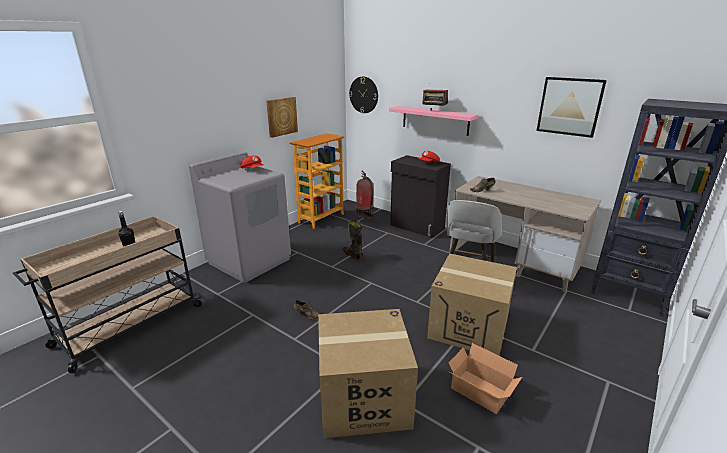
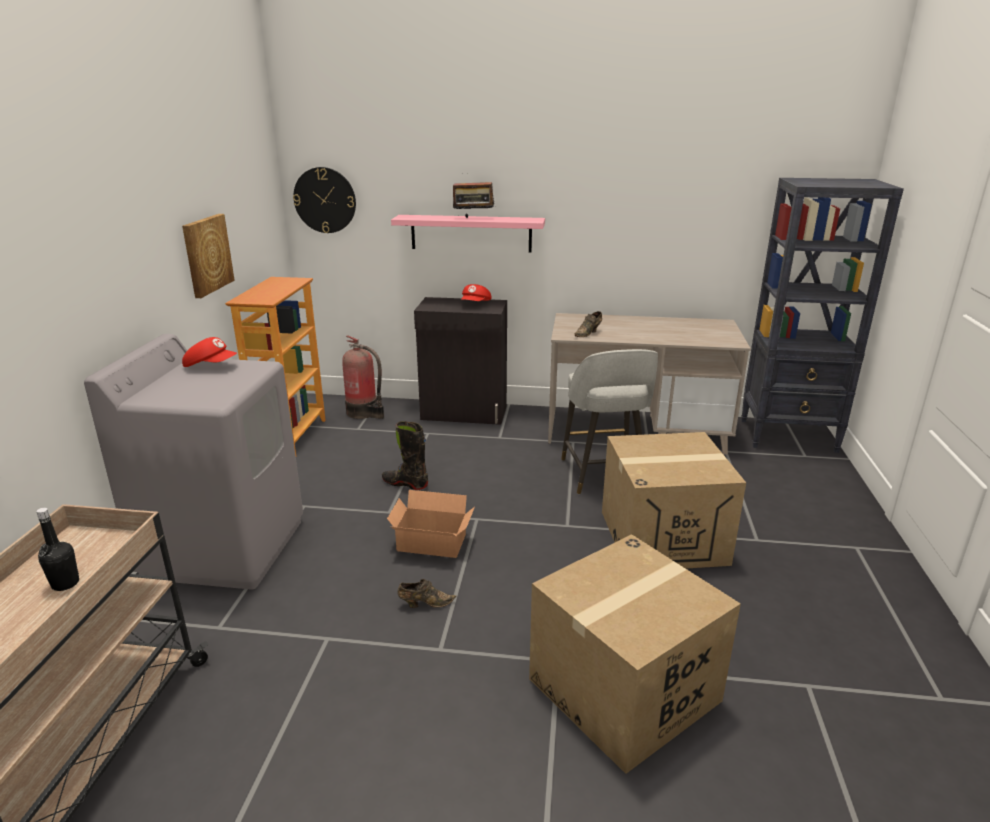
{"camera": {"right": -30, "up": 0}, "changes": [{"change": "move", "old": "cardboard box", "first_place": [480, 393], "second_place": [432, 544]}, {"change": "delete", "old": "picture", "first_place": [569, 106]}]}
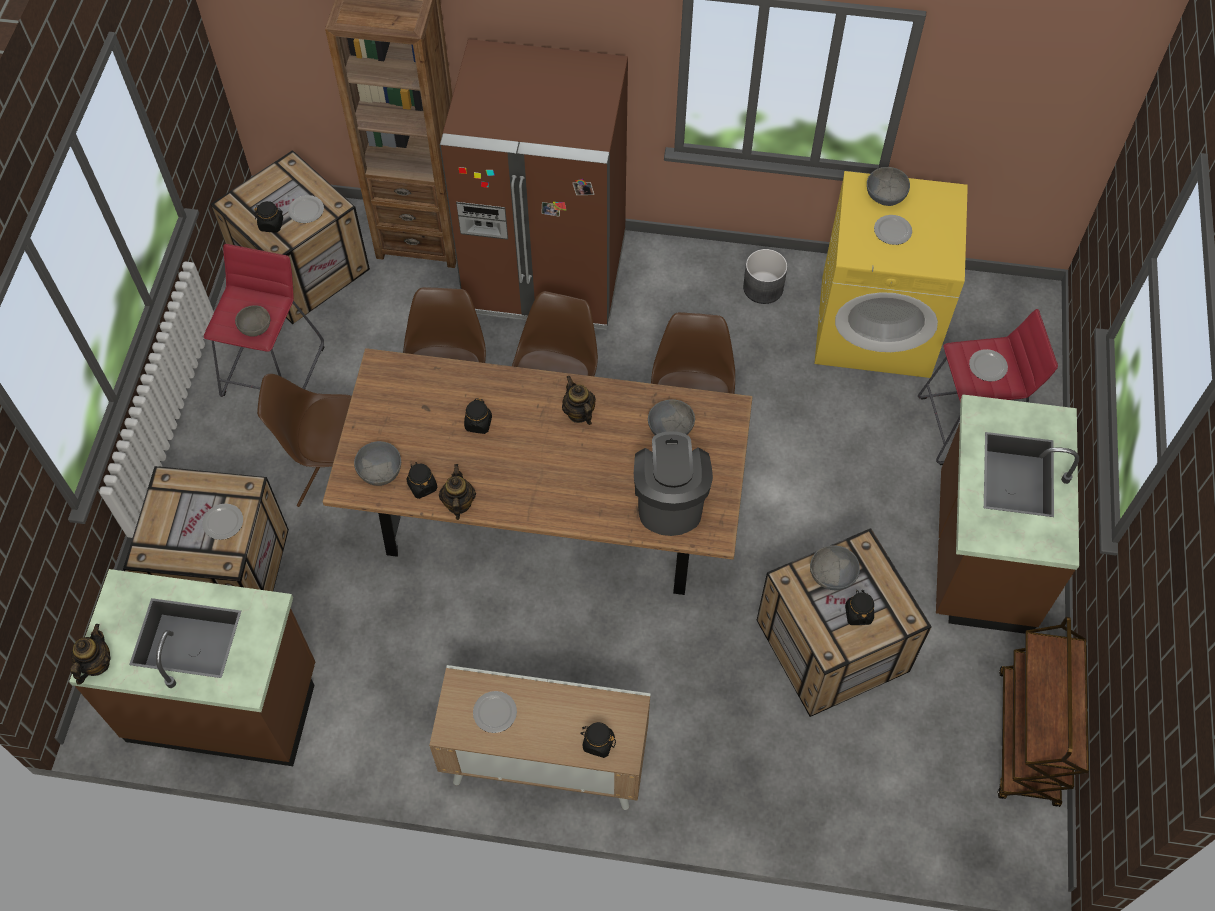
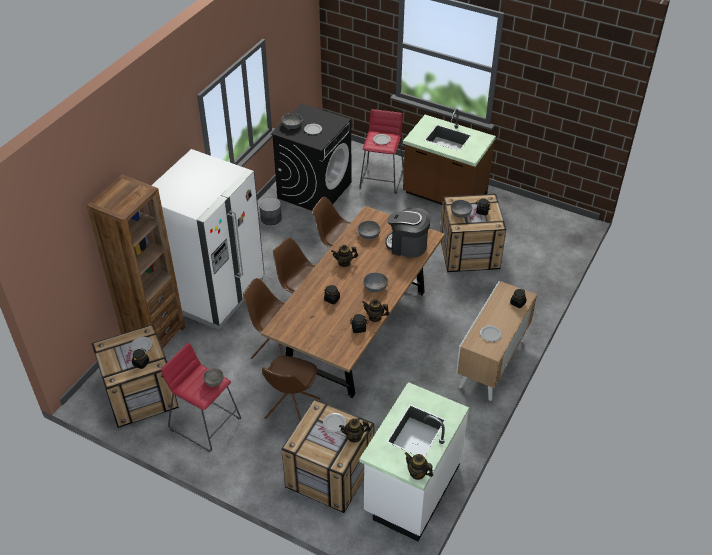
{"camera": {"right": -70, "up": -15}, "changes": [{"change": "recolor", "old": "fridge/brown", "new": "fridge/white", "first_place": [546, 275], "second_place": [214, 292]}, {"change": "recolor", "old": "washing machine/yellow", "new": "washing machine/black", "first_place": [876, 326], "second_place": [314, 190]}, {"change": "insert", "new": "teapot", "second_place": [354, 436]}, {"change": "recolor", "old": "counter/brown", "new": "counter/white", "first_place": [224, 702], "second_place": [411, 489]}, {"change": "move", "old": "bowl/grey", "first_place": [380, 470], "second_place": [375, 287]}, {"change": "delete", "old": "cart/brown", "first_place": [1028, 738]}]}
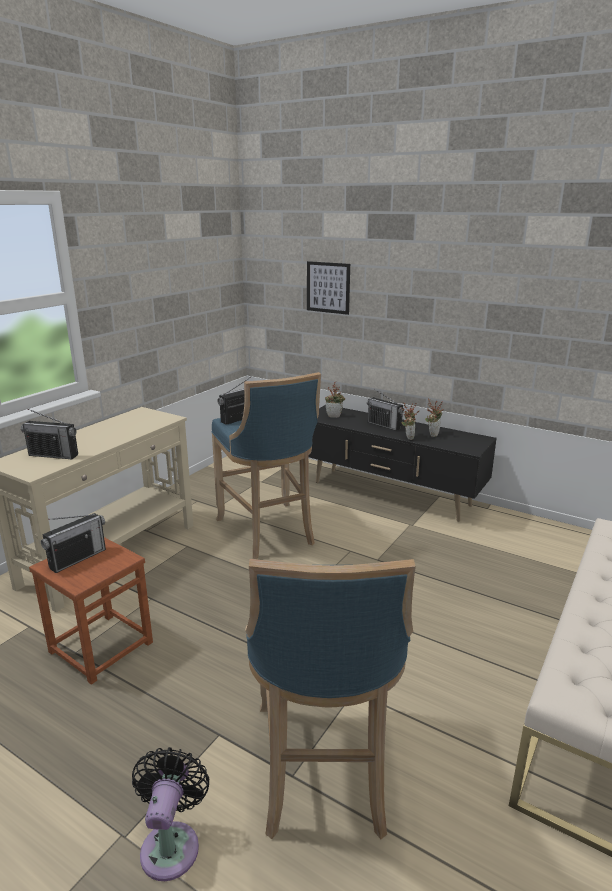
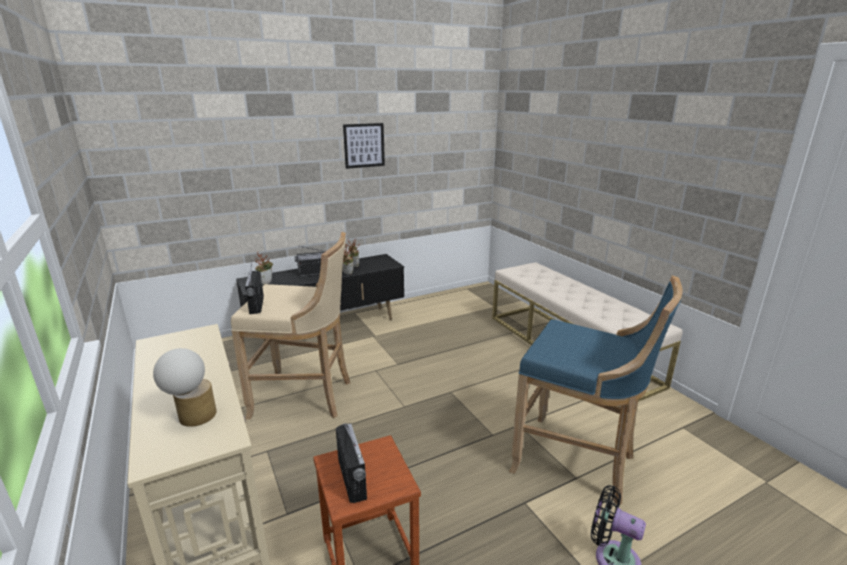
{"camera": {"right": -60, "up": 0}, "changes": [{"change": "replace", "old": "radio", "new": "table lamp", "first_place": [53, 455], "second_place": [192, 417]}, {"change": "recolor", "old": "stool/blue", "new": "stool/beige", "first_place": [269, 532], "second_place": [305, 397]}, {"change": "move", "old": "picture", "first_place": [328, 287], "second_place": [364, 145]}]}
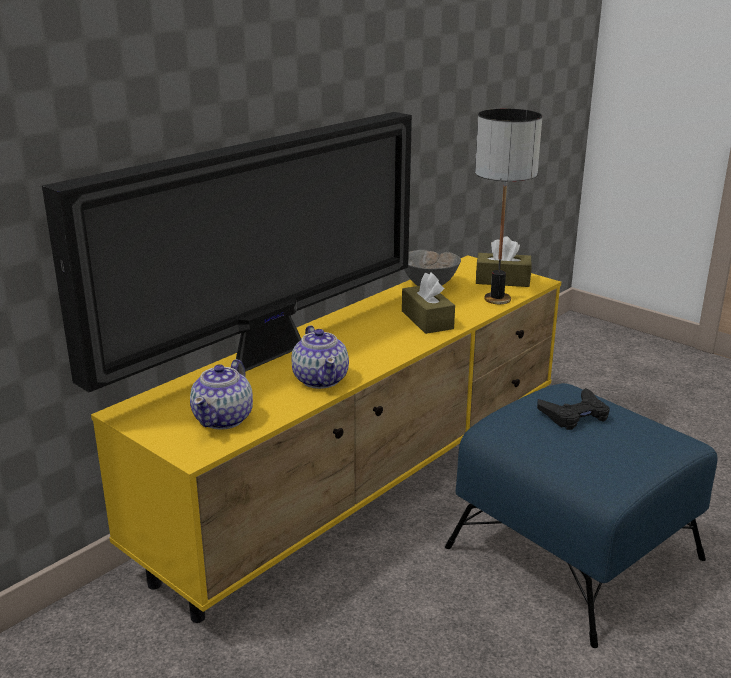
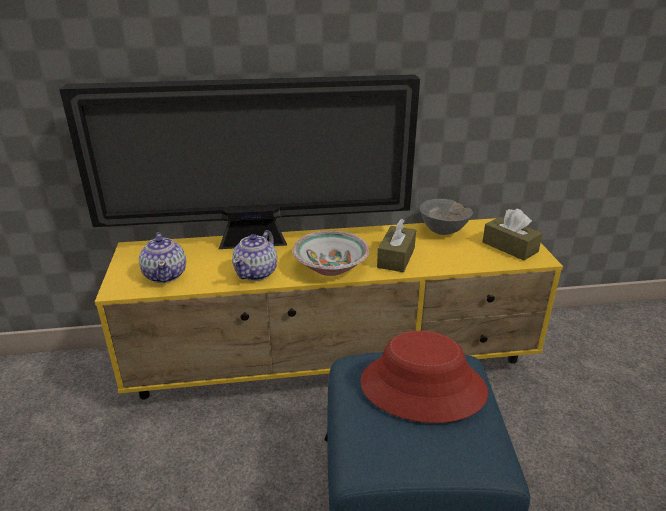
{"camera": {"right": 40, "up": 5}, "changes": [{"change": "rotate", "old": "teapot", "first_place": [224, 419], "second_place": [165, 275], "degrees": -75}, {"change": "insert", "new": "bowl", "second_place": [330, 266]}, {"change": "replace", "old": "game controller/black", "new": "hat/red", "first_place": [574, 415], "second_place": [422, 387]}, {"change": "delete", "old": "table lamp", "first_place": [497, 299]}]}
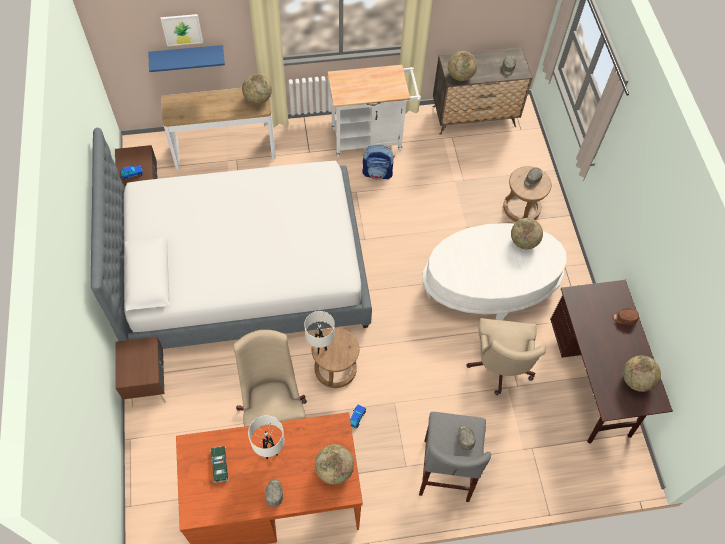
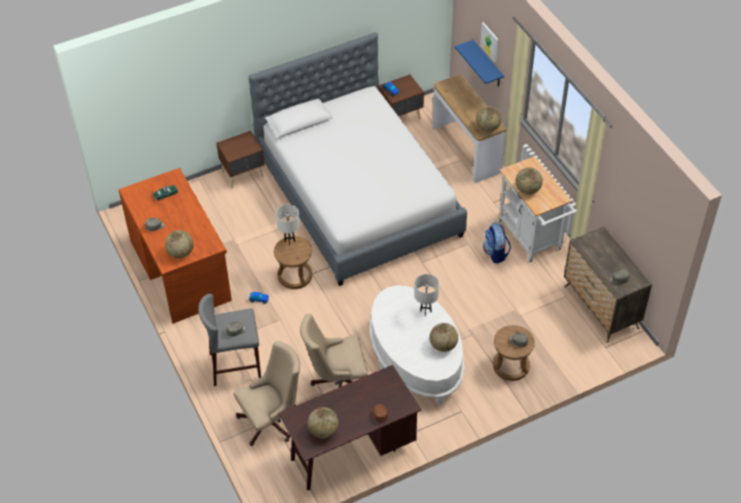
{"camera": {"right": 75, "up": -10}, "changes": [{"change": "move", "old": "office chair/beige", "first_place": [273, 410], "second_place": [272, 421]}, {"change": "move", "old": "table lamp/white", "first_place": [270, 452], "second_place": [425, 311]}, {"change": "move", "old": "globe", "first_place": [460, 76], "second_place": [527, 190]}]}
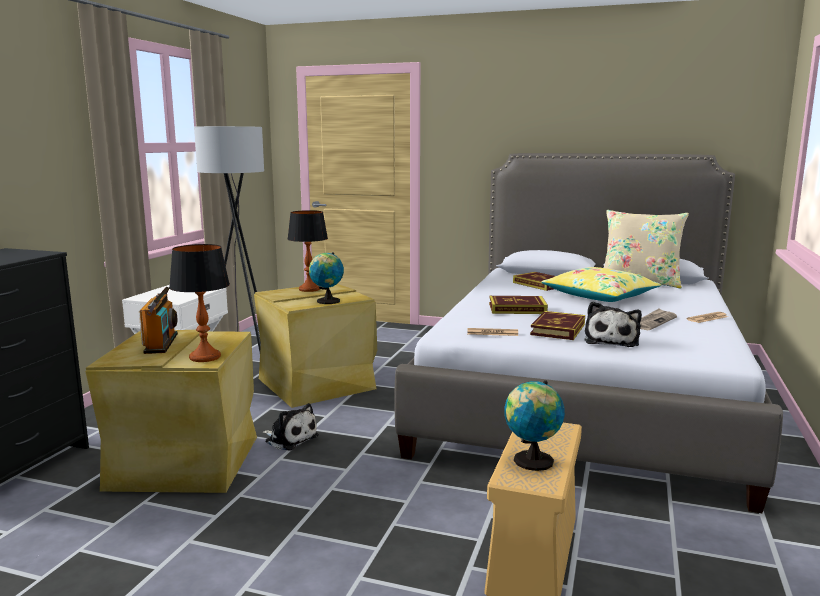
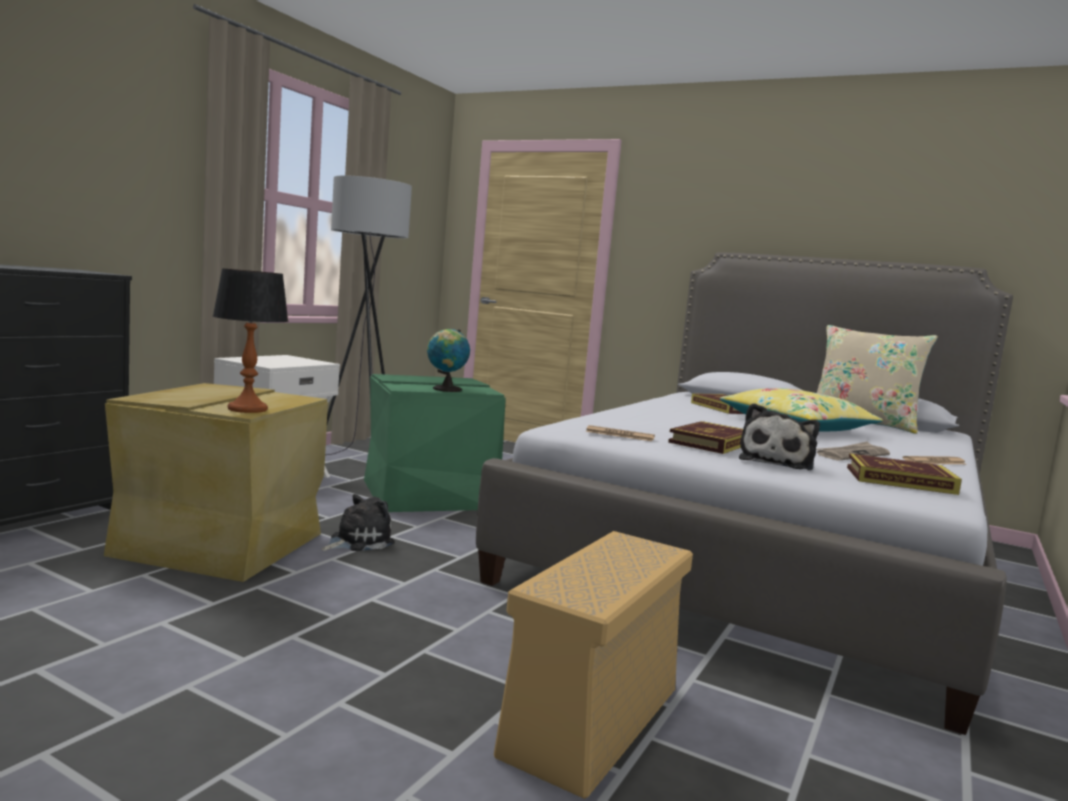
{"camera": {"right": 10, "up": -5}, "changes": [{"change": "rotate", "old": "plush toy", "first_place": [290, 438], "second_place": [358, 541], "degrees": -90}, {"change": "recolor", "old": "storage box/beige", "new": "storage box/green", "first_place": [318, 384], "second_place": [429, 494]}, {"change": "move", "old": "book", "first_place": [517, 309], "second_place": [900, 480]}, {"change": "delete", "old": "radio", "first_place": [161, 343]}, {"change": "delete", "old": "table lamp", "first_place": [309, 289]}, {"change": "delete", "old": "globe", "first_place": [531, 462]}]}
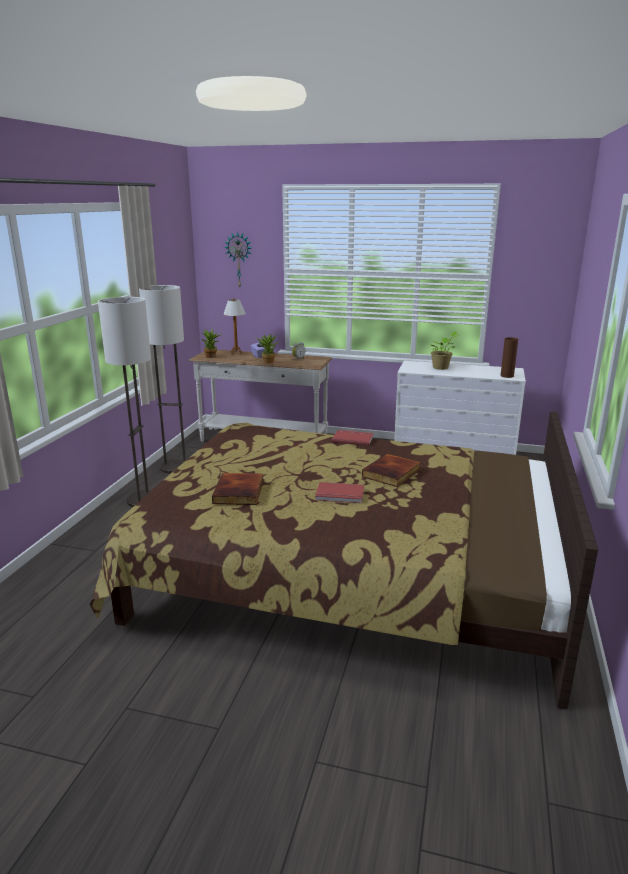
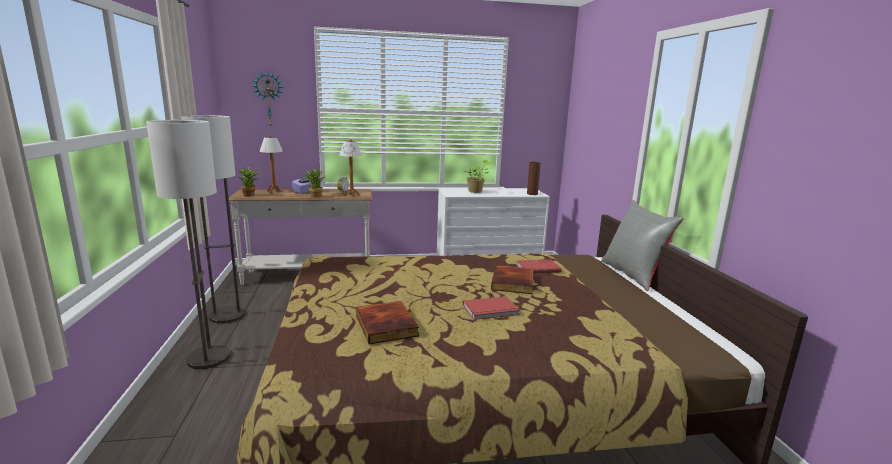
{"camera": {"right": -25, "up": -5}, "changes": [{"change": "insert", "new": "table lamp", "second_place": [352, 195]}, {"change": "move", "old": "book/red", "first_place": [352, 439], "second_place": [537, 268]}, {"change": "insert", "new": "pillow/grey", "second_place": [633, 275]}]}
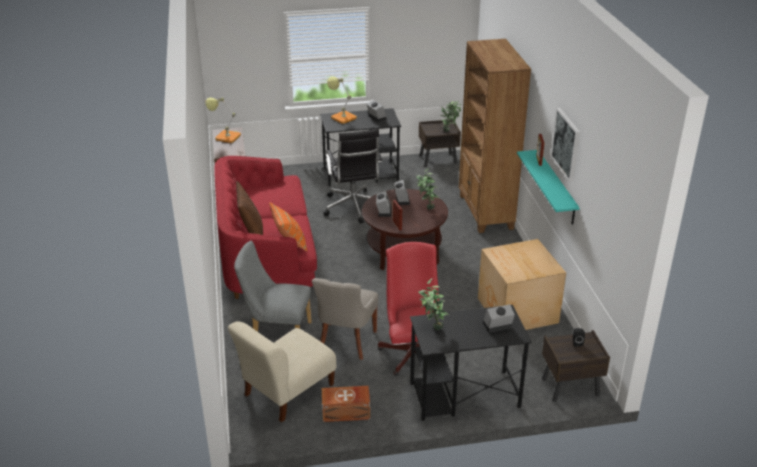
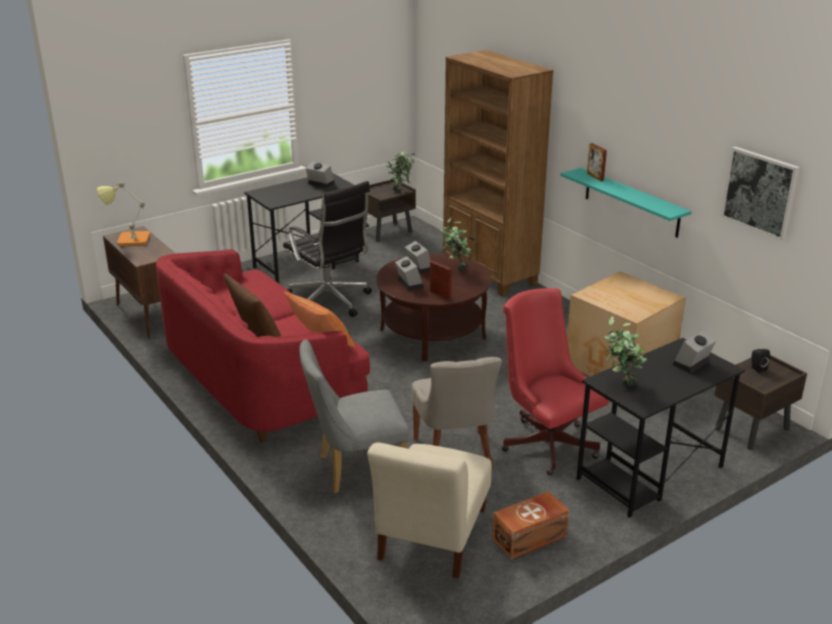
{"camera": {"right": -25, "up": -5}, "changes": [{"change": "move", "old": "picture", "first_place": [566, 144], "second_place": [760, 192]}, {"change": "delete", "old": "table lamp", "first_place": [341, 117]}]}
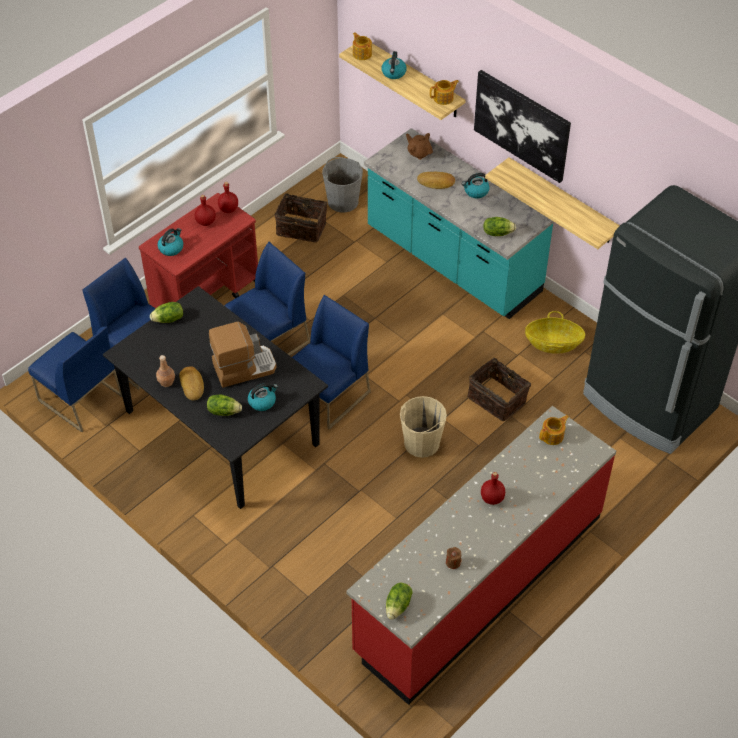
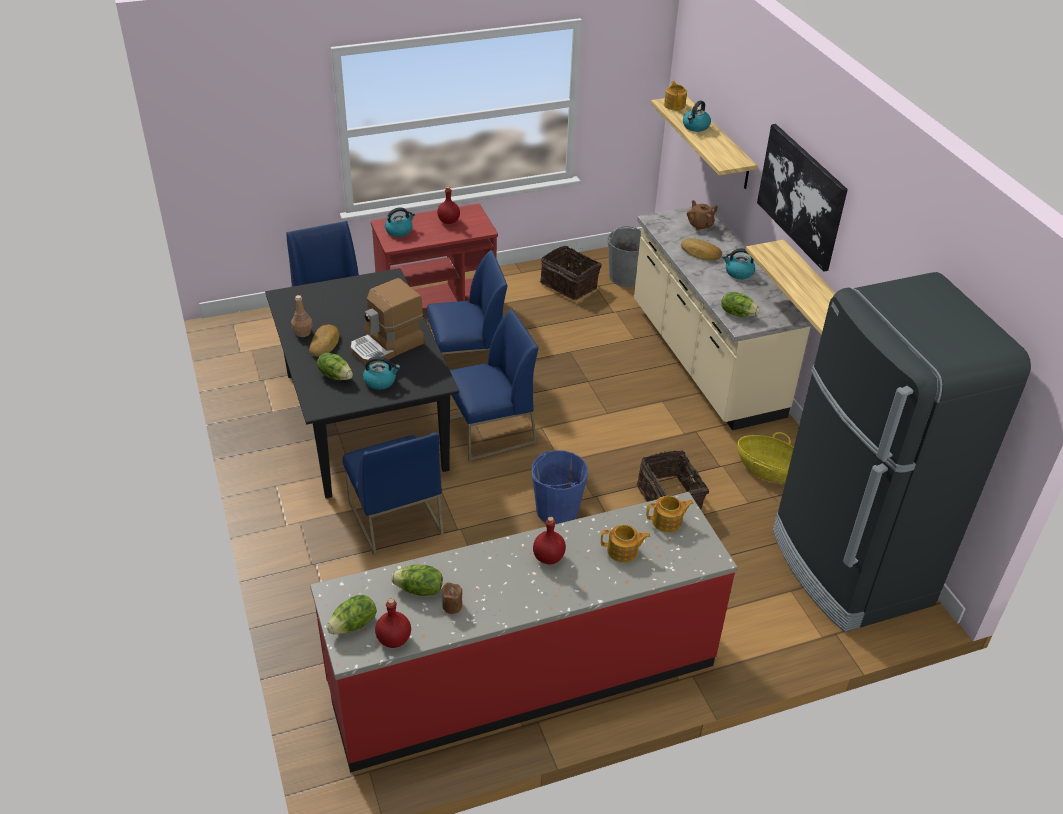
{"camera": {"right": 25, "up": -10}, "changes": [{"change": "move", "old": "chair/blue", "first_place": [80, 398], "second_place": [394, 517]}, {"change": "rotate", "old": "coffee machine", "first_place": [244, 367], "second_place": [387, 346], "degrees": 135}, {"change": "move", "old": "bottle/red", "first_place": [229, 209], "second_place": [394, 640]}, {"change": "move", "old": "lettuce", "first_place": [168, 319], "second_place": [419, 590]}, {"change": "recolor", "old": "bucket/beige", "new": "bucket/blue", "first_place": [421, 443], "second_place": [556, 510]}, {"change": "move", "old": "teapot", "first_place": [444, 98], "second_place": [623, 551]}, {"change": "recolor", "old": "counter/turquoise", "new": "counter/beige", "first_place": [452, 262], "second_place": [704, 360]}]}
